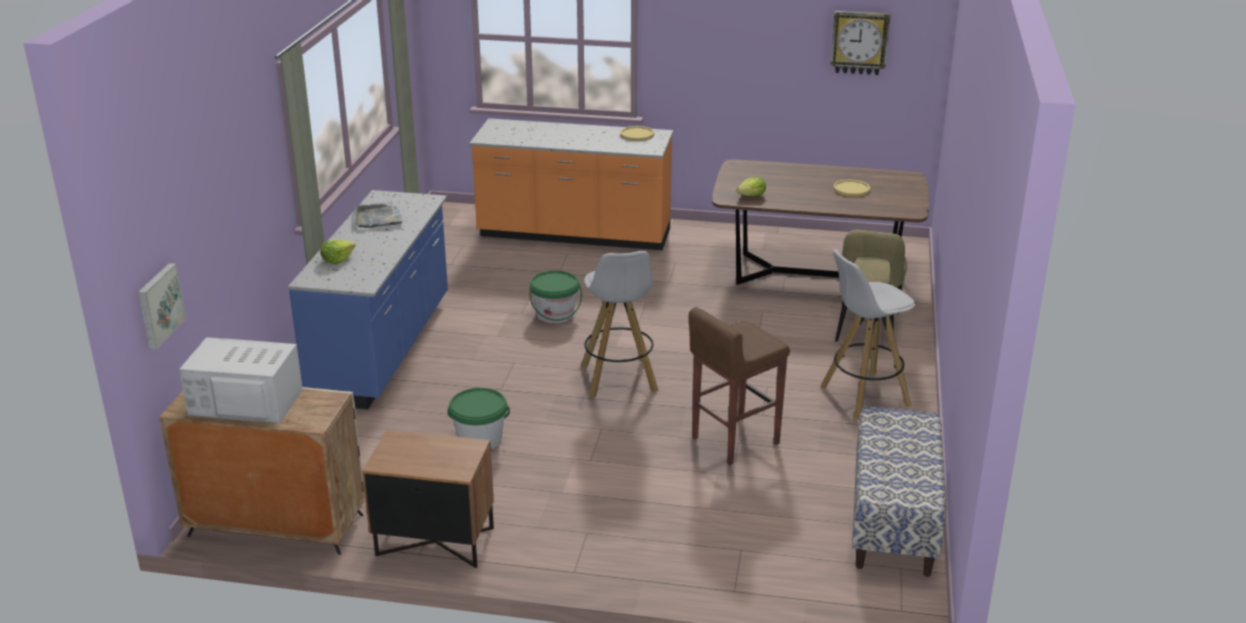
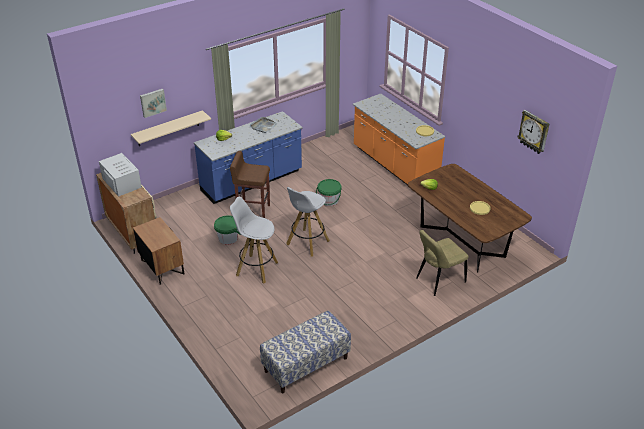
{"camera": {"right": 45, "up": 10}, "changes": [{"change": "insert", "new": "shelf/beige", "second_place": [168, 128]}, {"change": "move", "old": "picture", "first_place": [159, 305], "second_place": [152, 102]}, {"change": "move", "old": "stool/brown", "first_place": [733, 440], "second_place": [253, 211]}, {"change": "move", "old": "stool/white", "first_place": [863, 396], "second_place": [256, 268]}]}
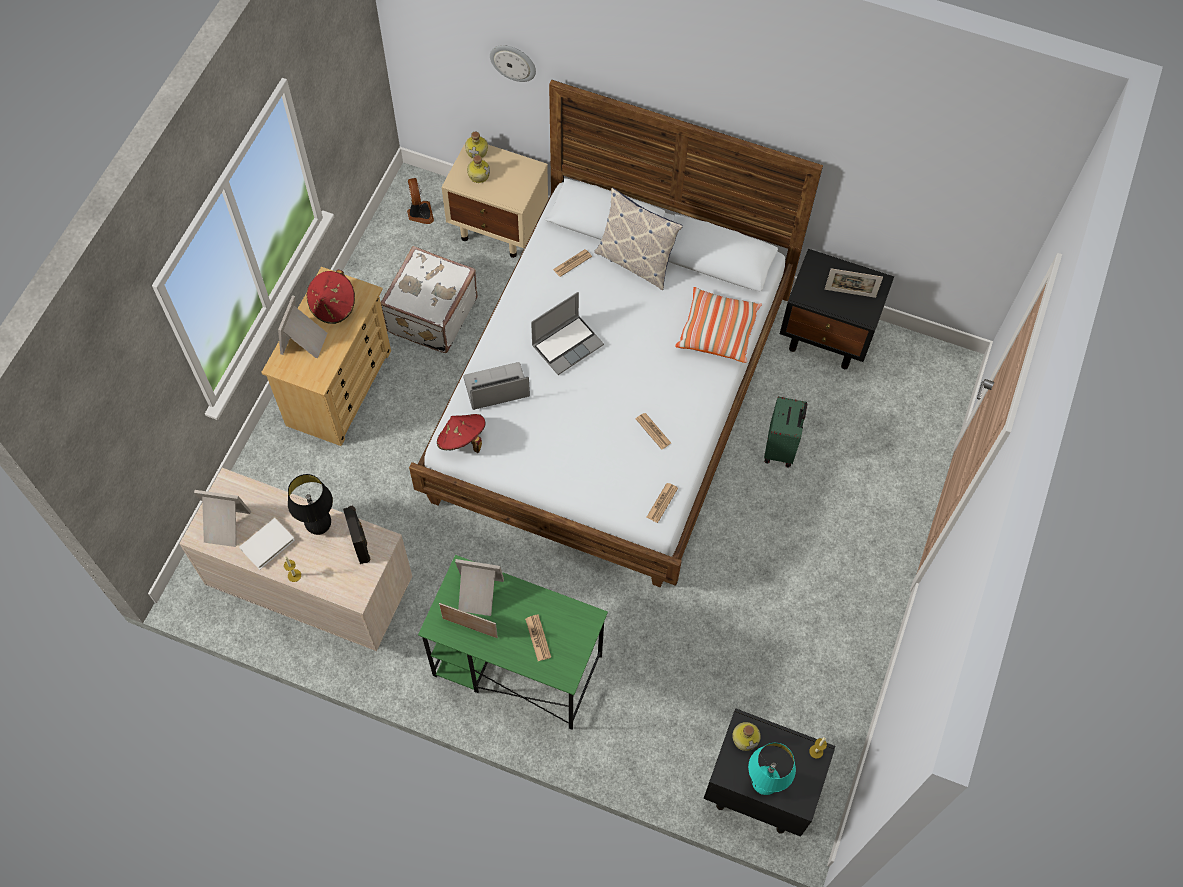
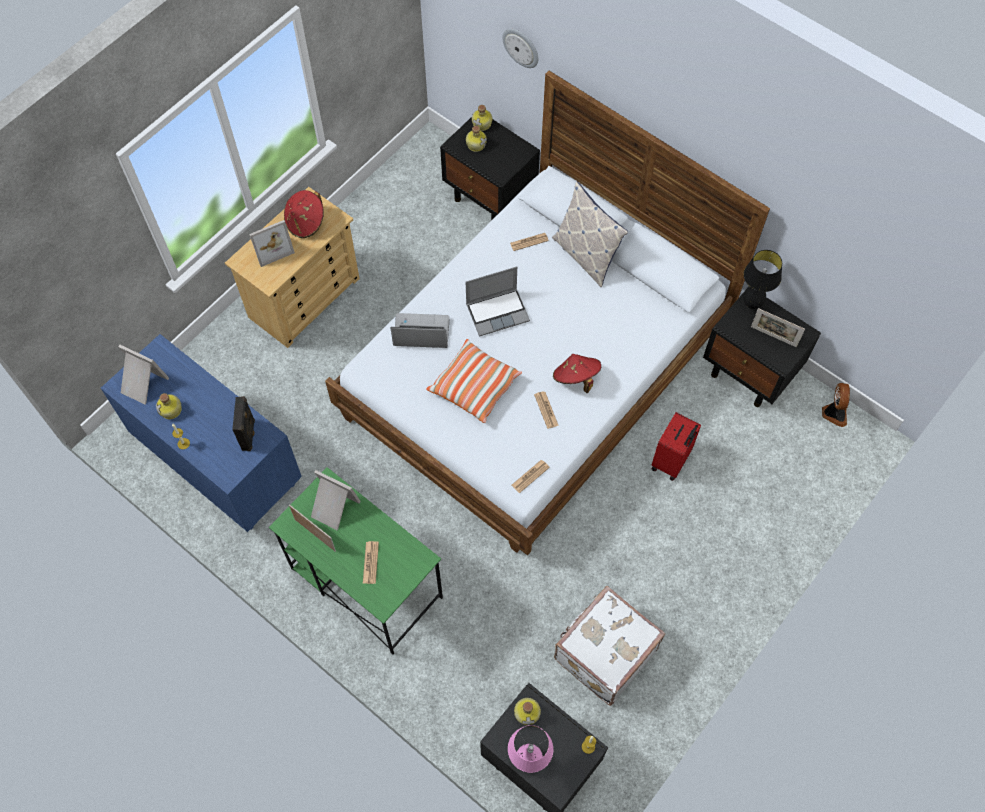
{"camera": {"right": 20, "up": 0}, "changes": [{"change": "recolor", "old": "dresser/beige", "new": "dresser/blue", "first_place": [312, 589], "second_place": [218, 462]}, {"change": "replace", "old": "book/white", "new": "bottle", "first_place": [267, 544], "second_place": [171, 410]}, {"change": "rotate", "old": "picture frame", "first_place": [305, 341], "second_place": [271, 247], "degrees": -150}, {"change": "move", "old": "pillow", "first_place": [717, 332], "second_place": [474, 386]}, {"change": "recolor", "old": "nightstand/beige", "new": "nightstand/black", "first_place": [499, 228], "second_place": [491, 198]}, {"change": "recolor", "old": "table lamp/turquoise", "new": "table lamp/pink", "first_place": [763, 784], "second_place": [528, 760]}, {"change": "move", "old": "hat/red", "first_place": [462, 440], "second_place": [576, 378]}, {"change": "move", "old": "suitcase/white", "first_place": [430, 314], "second_place": [603, 653]}, {"change": "recolor", "old": "suitcase/green", "new": "suitcase/red", "first_place": [781, 448], "second_place": [671, 461]}, {"change": "move", "old": "table lamp/black", "first_place": [320, 527], "second_place": [751, 304]}, {"change": "move", "old": "fan", "first_place": [419, 213], "second_place": [834, 413]}]}
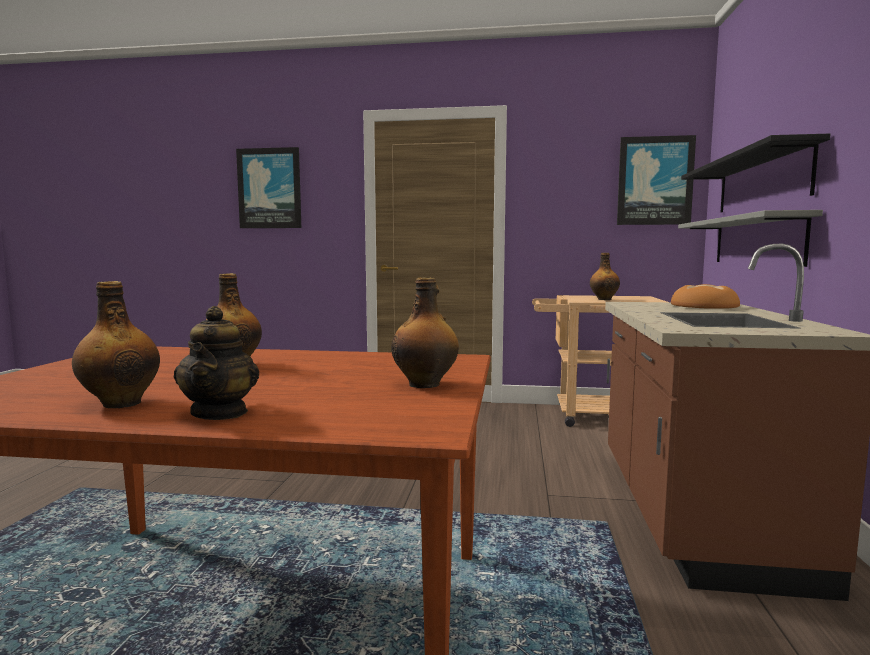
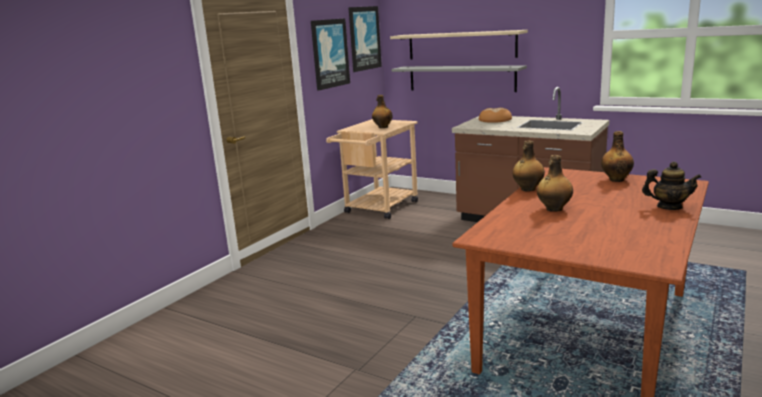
{"camera": {"right": -65, "up": 10}, "changes": [{"change": "move", "old": "picture", "first_place": [269, 188], "second_place": [329, 53]}, {"change": "recolor", "old": "shelf/black", "new": "shelf/beige", "first_place": [761, 182], "second_place": [461, 45]}, {"change": "move", "old": "bottle", "first_place": [121, 403], "second_place": [527, 189]}]}
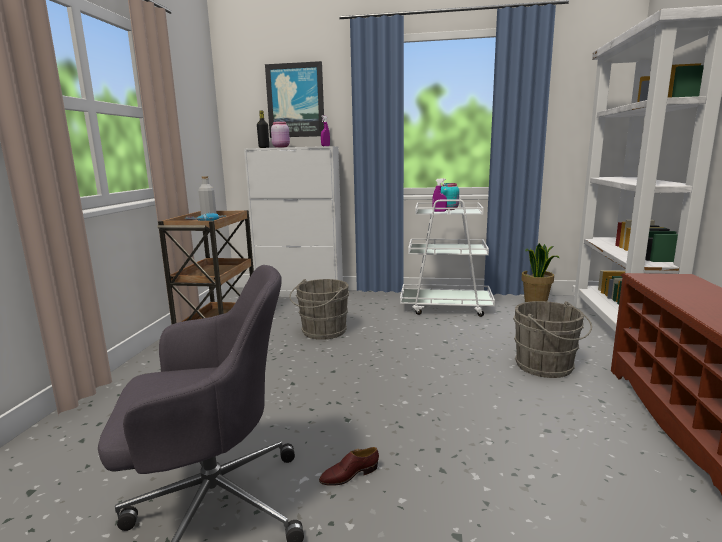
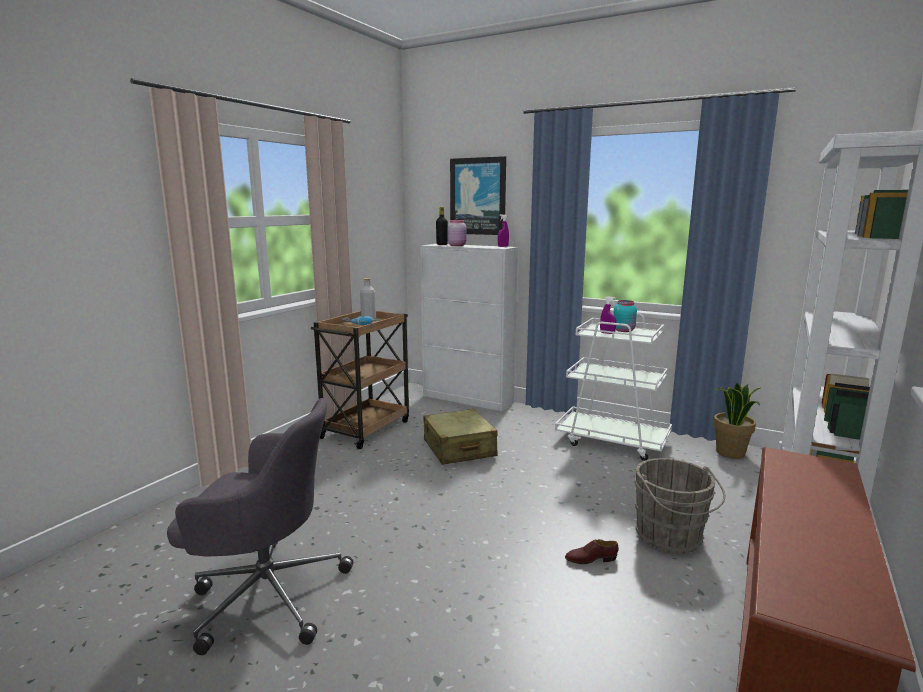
{"camera": {"right": 20, "up": 0}, "changes": [{"change": "replace", "old": "bucket/grey", "new": "suitcase/beige", "first_place": [322, 332], "second_place": [459, 448]}, {"change": "move", "old": "shoe/brown", "first_place": [349, 475], "second_place": [590, 559]}]}
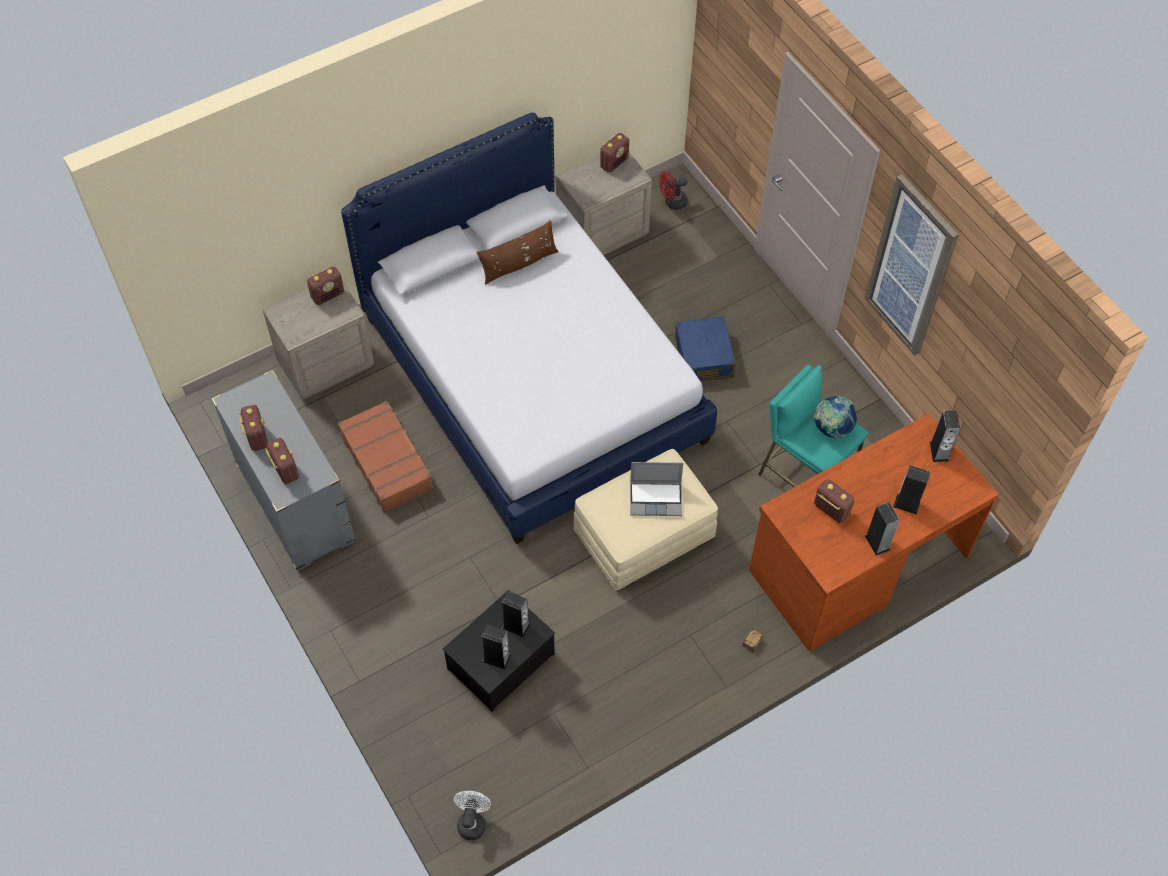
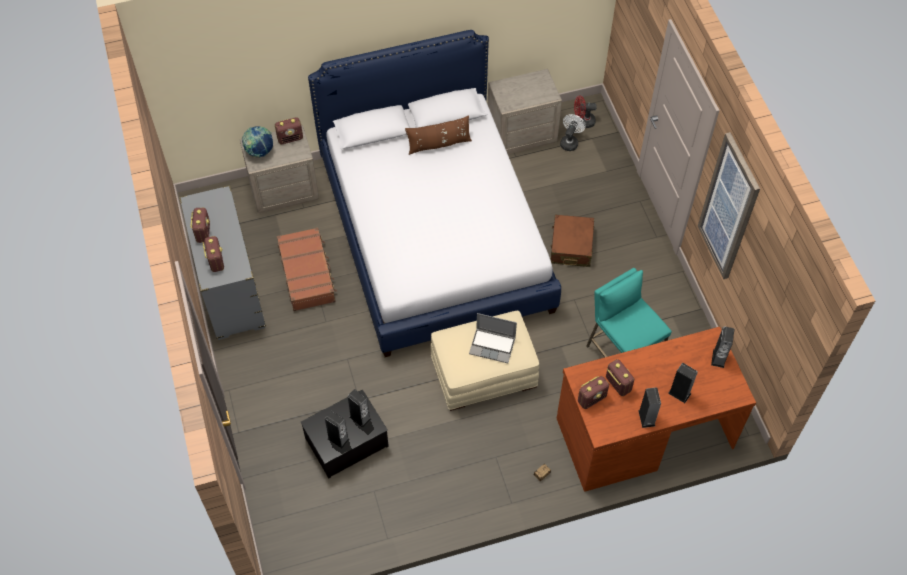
{"camera": {"right": 15, "up": 0}, "changes": [{"change": "move", "old": "globe", "first_place": [832, 428], "second_place": [259, 151]}, {"change": "recolor", "old": "suitcase/blue", "new": "suitcase/brown", "first_place": [703, 357], "second_place": [571, 246]}, {"change": "move", "old": "fan/white", "first_place": [472, 821], "second_place": [570, 142]}, {"change": "move", "old": "radio", "first_place": [614, 162], "second_place": [592, 398]}]}
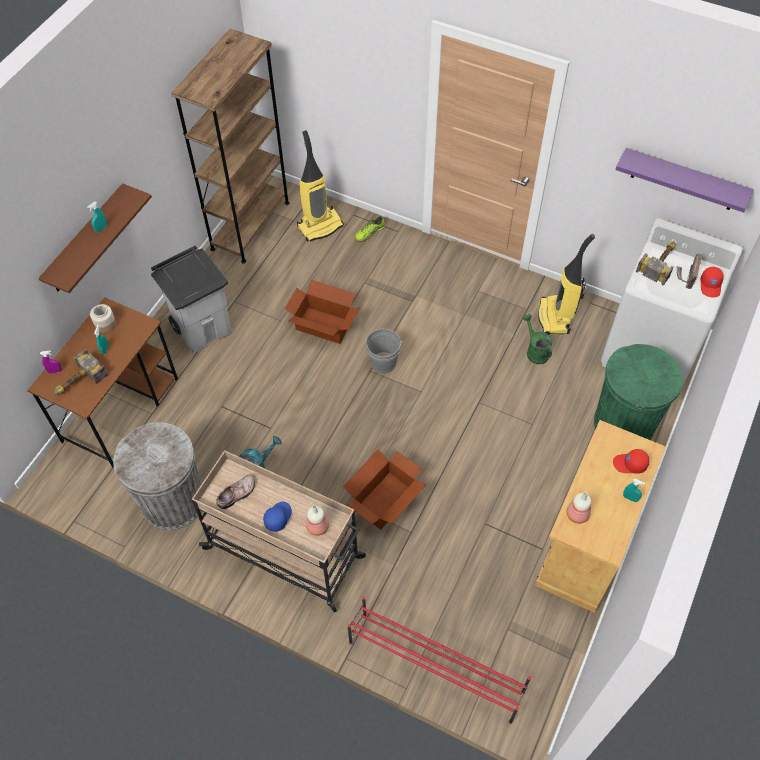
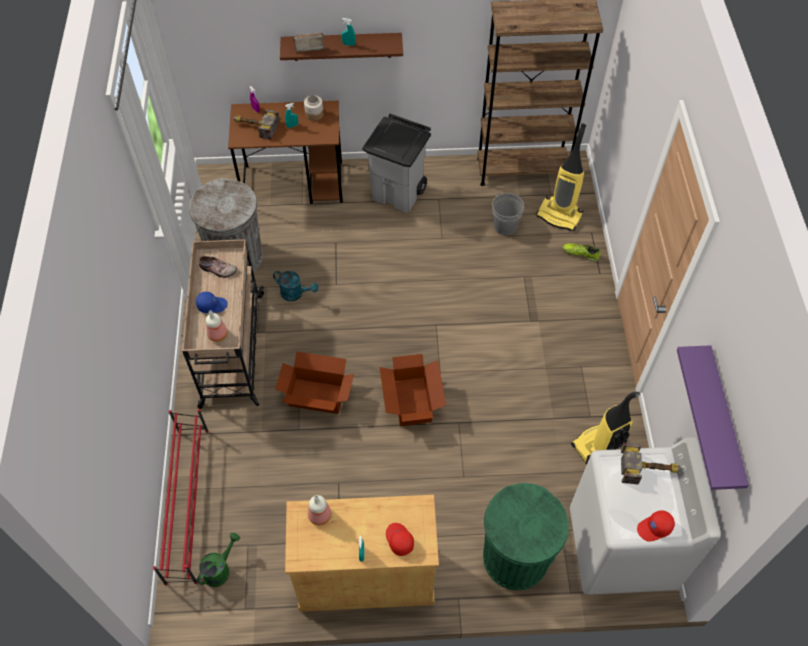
{"camera": {"right": 60, "up": 0}, "changes": [{"change": "move", "old": "watering can/green", "first_place": [535, 351], "second_place": [220, 569]}, {"change": "move", "old": "radio", "first_place": [686, 277], "second_place": [308, 46]}, {"change": "move", "old": "cardboard box", "first_place": [323, 326], "second_place": [411, 402]}, {"change": "move", "old": "bucket/grey", "first_place": [383, 362], "second_place": [505, 226]}]}
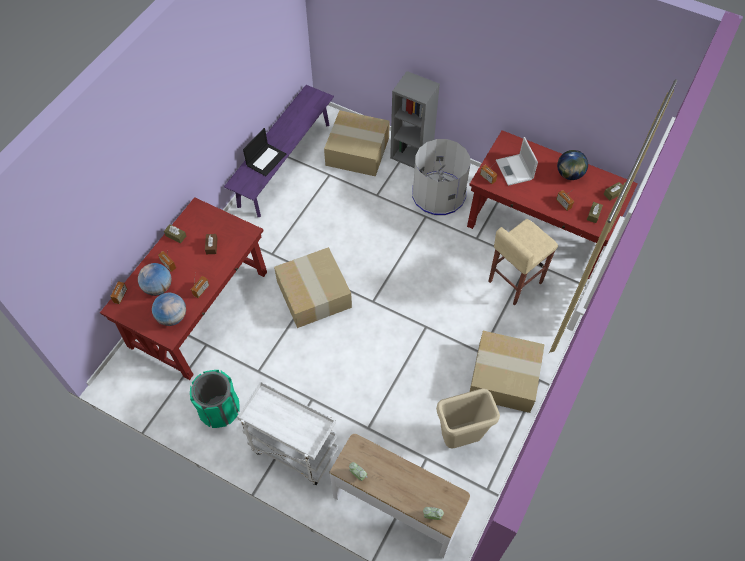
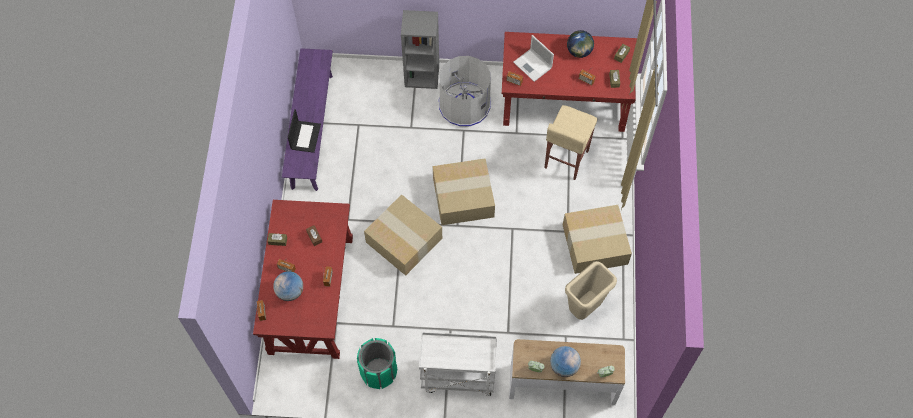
{"camera": {"right": -25, "up": 5}, "changes": [{"change": "move", "old": "cardboard box", "first_place": [358, 151], "second_place": [464, 196]}, {"change": "move", "old": "globe", "first_place": [172, 317], "second_place": [563, 366]}]}
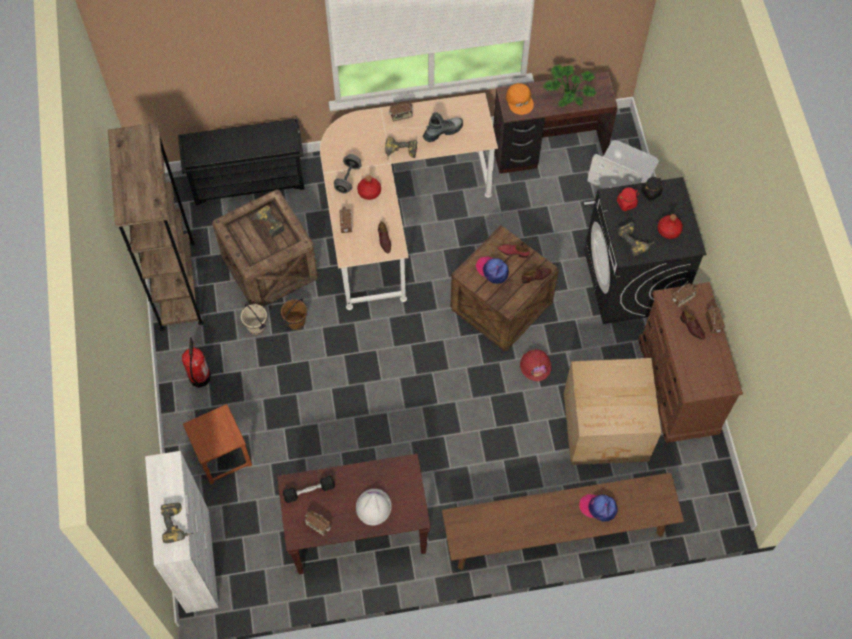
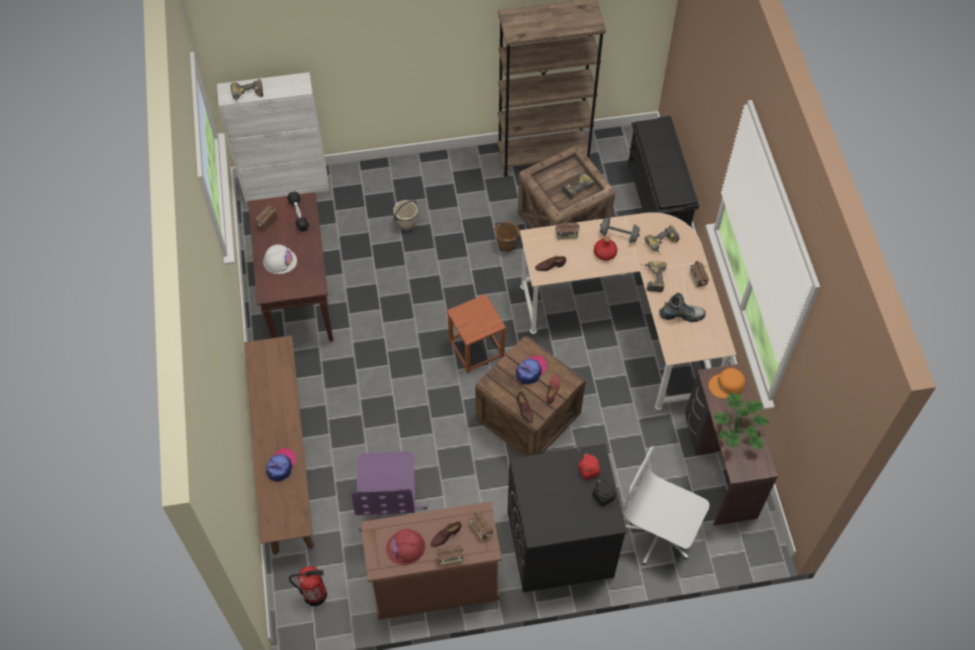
{"camera": {"right": 90, "up": -5}, "changes": [{"change": "move", "old": "fire extinguisher", "first_place": [199, 377], "second_place": [315, 594]}, {"change": "replace", "old": "cardboard box", "new": "office chair/purple", "first_place": [607, 427], "second_place": [390, 509]}, {"change": "move", "old": "hard hat/red", "first_place": [535, 365], "second_place": [406, 547]}, {"change": "move", "old": "bucket/beige", "first_place": [256, 327], "second_place": [406, 223]}, {"change": "move", "old": "stool/brown", "first_place": [222, 456], "second_place": [476, 349]}, {"change": "move", "old": "power drill", "first_place": [636, 241], "second_place": [662, 245]}, {"change": "rotate", "old": "boot", "first_place": [442, 132], "second_place": [681, 315], "degrees": -60}, {"change": "delete", "old": "bottle/red", "first_place": [668, 230]}]}
